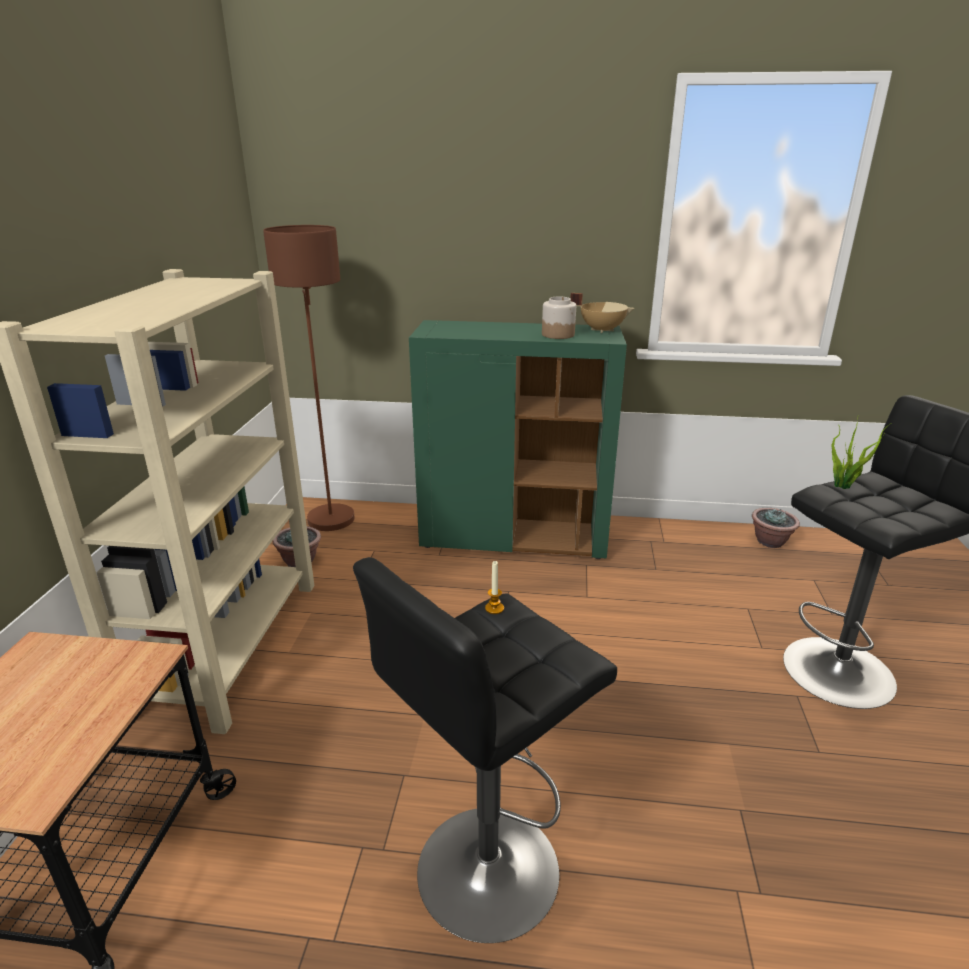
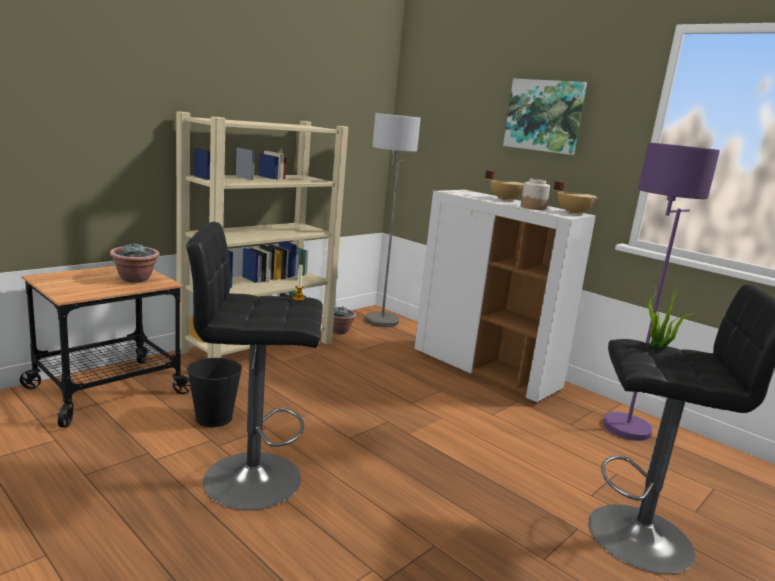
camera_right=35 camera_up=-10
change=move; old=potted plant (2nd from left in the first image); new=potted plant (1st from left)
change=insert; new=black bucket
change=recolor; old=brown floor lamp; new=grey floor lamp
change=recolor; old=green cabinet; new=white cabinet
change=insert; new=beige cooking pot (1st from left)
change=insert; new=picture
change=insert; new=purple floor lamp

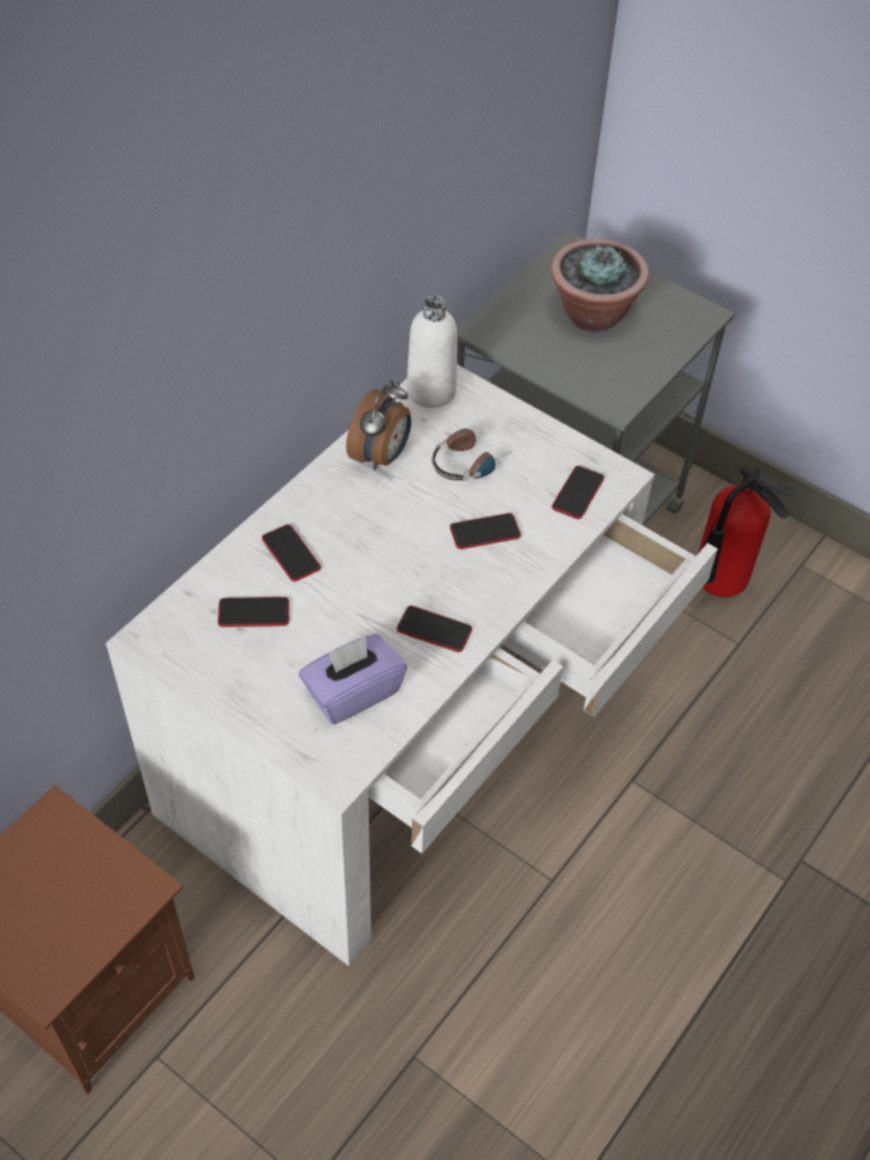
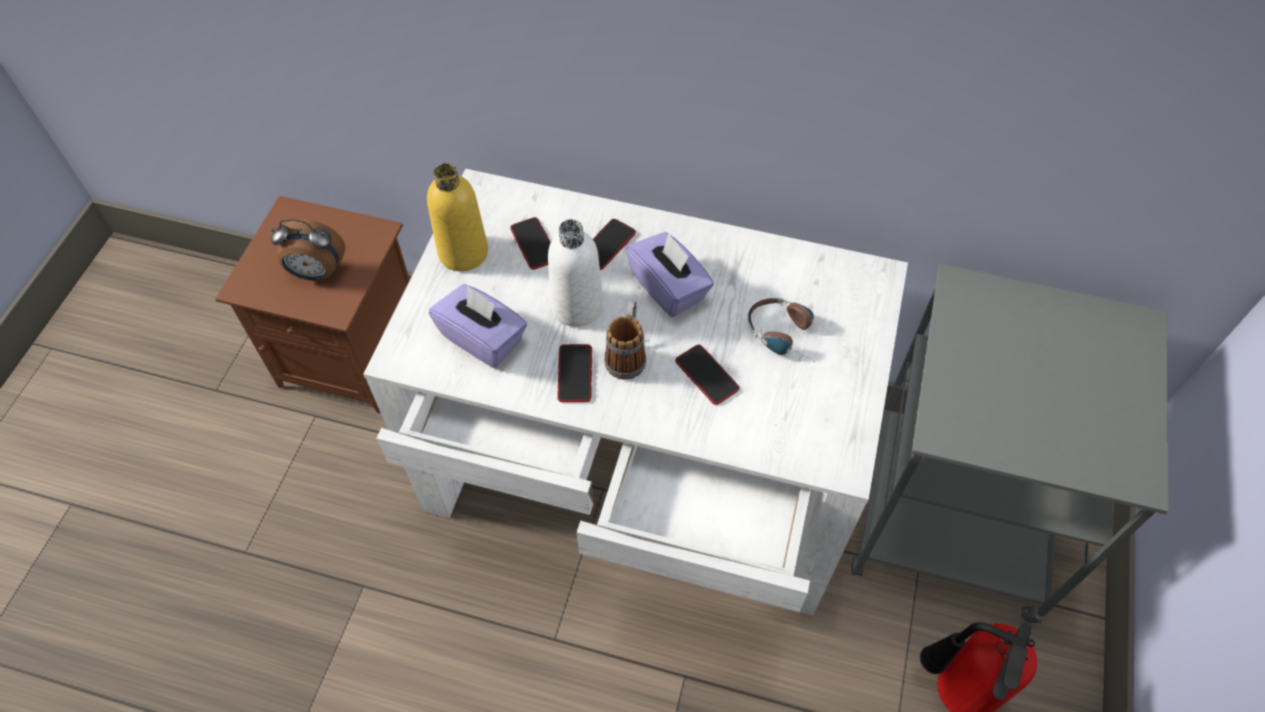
camera_right=70 camera_up=5
change=move; old=alarm clock
change=insert; new=yellow bottle
change=move; old=white bottle
change=insert; new=mug
change=insert; new=purple tissue box (2nd from left)
change=delete; old=potted plant
change=delete; old=phone (5th from left)

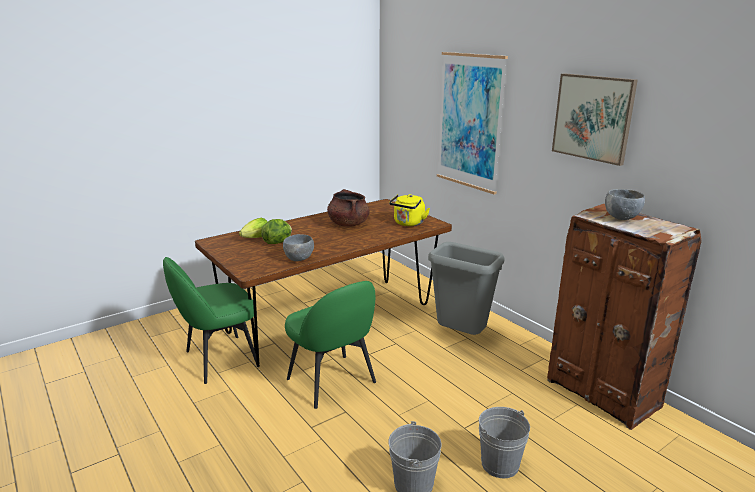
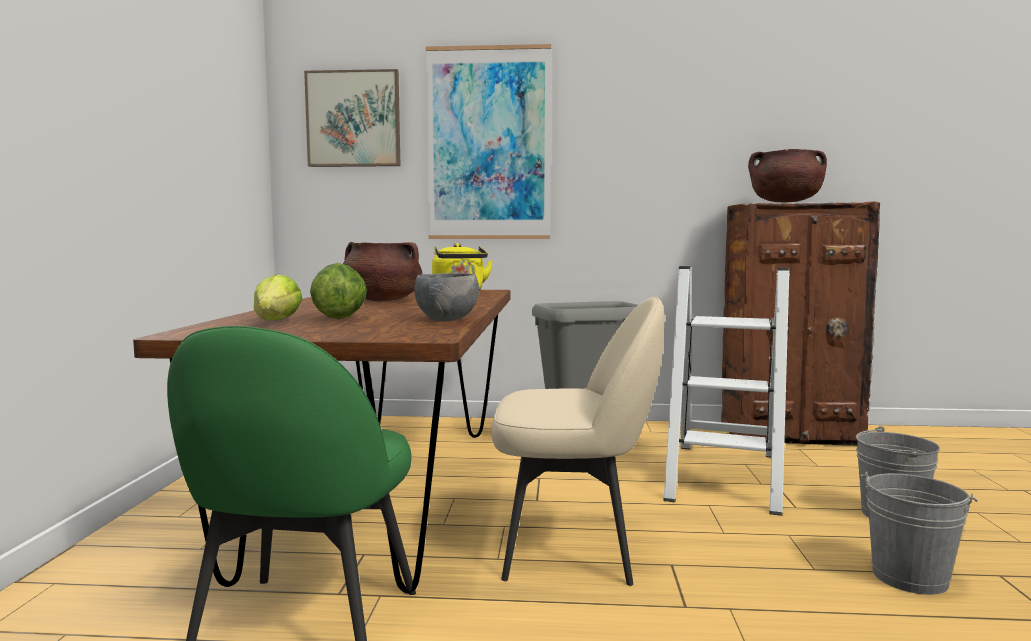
camera_right=-50 camera_up=-15
change=move; old=picture (2nd from left in the first image); new=picture (1st from left)
change=recolor; old=green chair (2nd from left); new=beige chair
change=insert; new=white step ladder
change=replace; old=grey bowl (2nd from left); new=brown cooking pot (2nd from left)

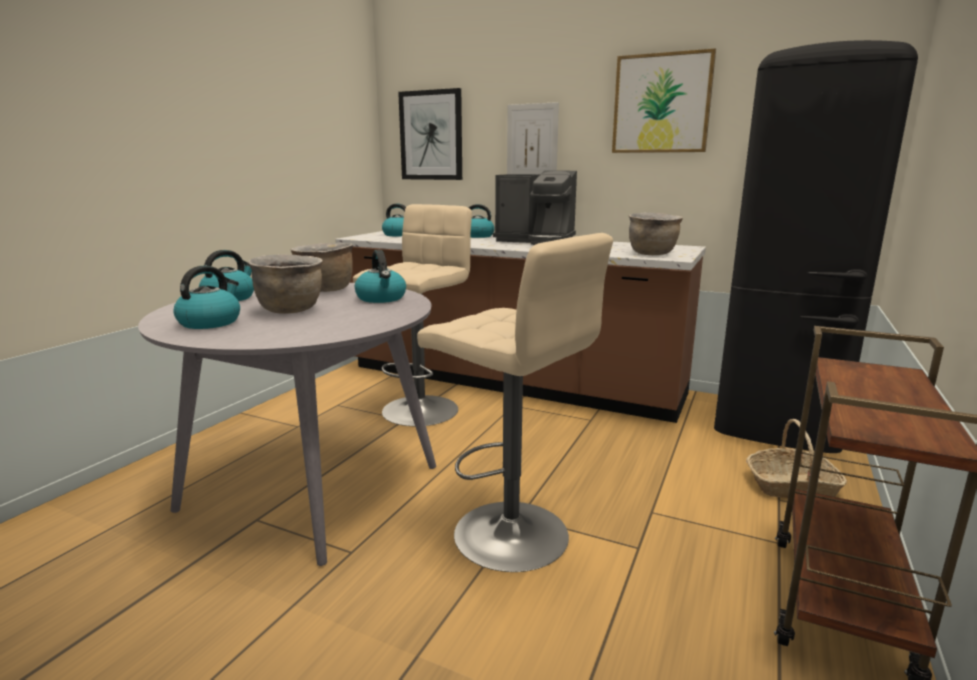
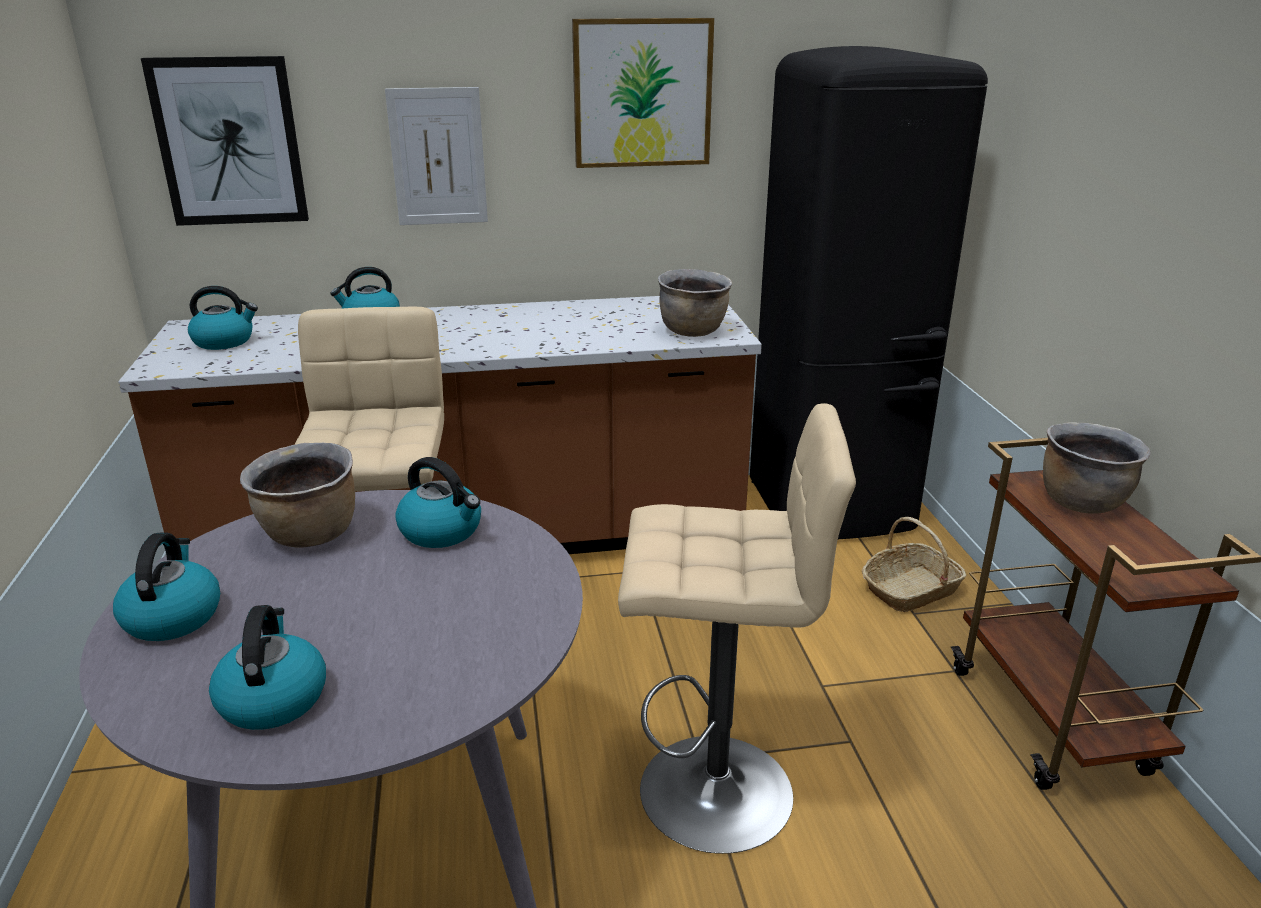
camera_right=-35 camera_up=10
change=move; old=brown cooking pot (1st from left in the first image); new=brown cooking pot (3rd from left)
change=delete; old=coffee machine

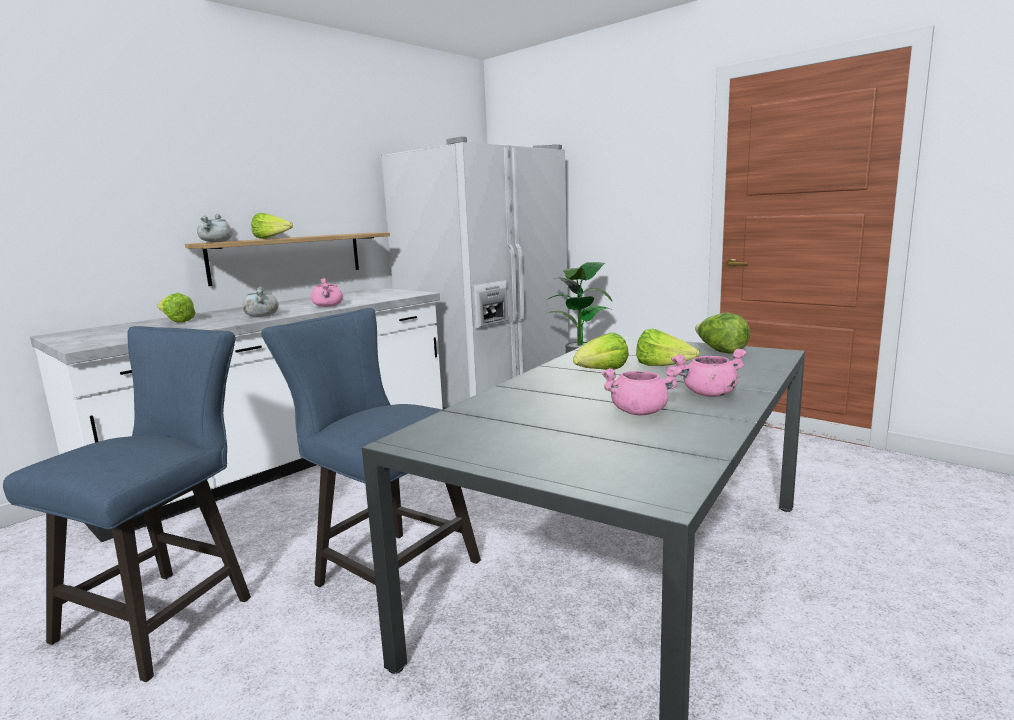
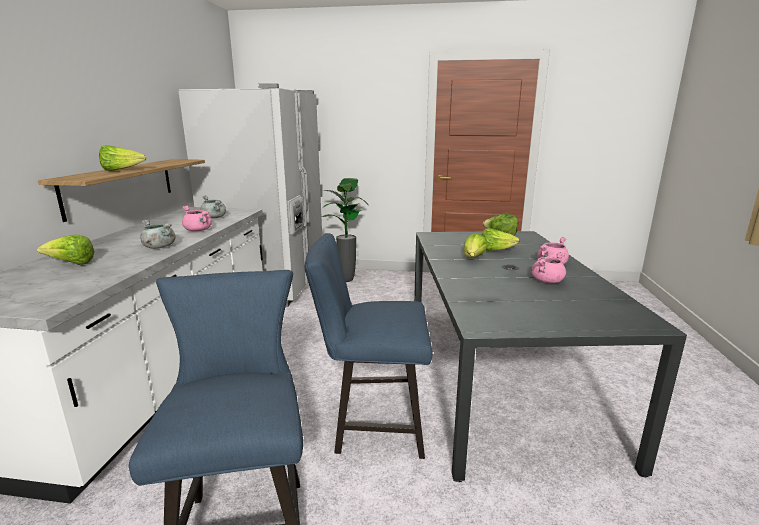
camera_right=-35 camera_up=5
change=move; old=grey cooking pot (1st from left in the first image); new=grey cooking pot (2nd from left)

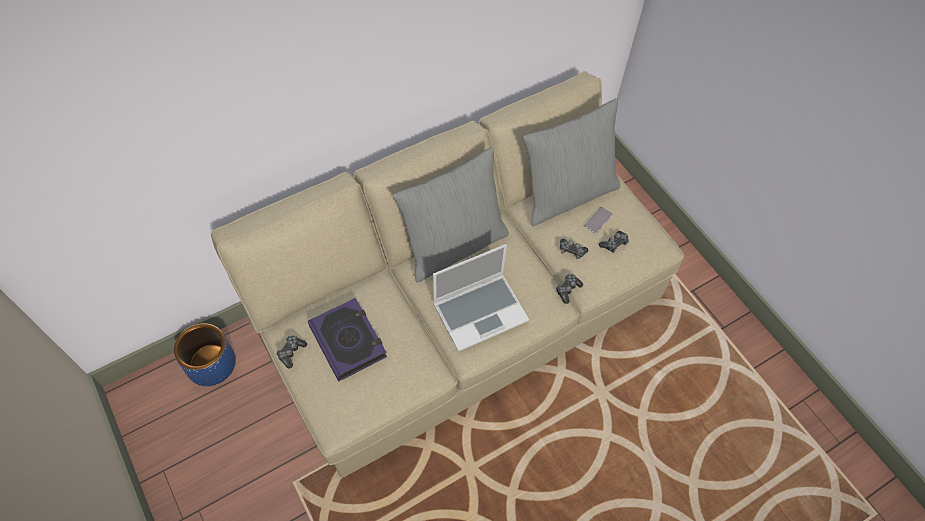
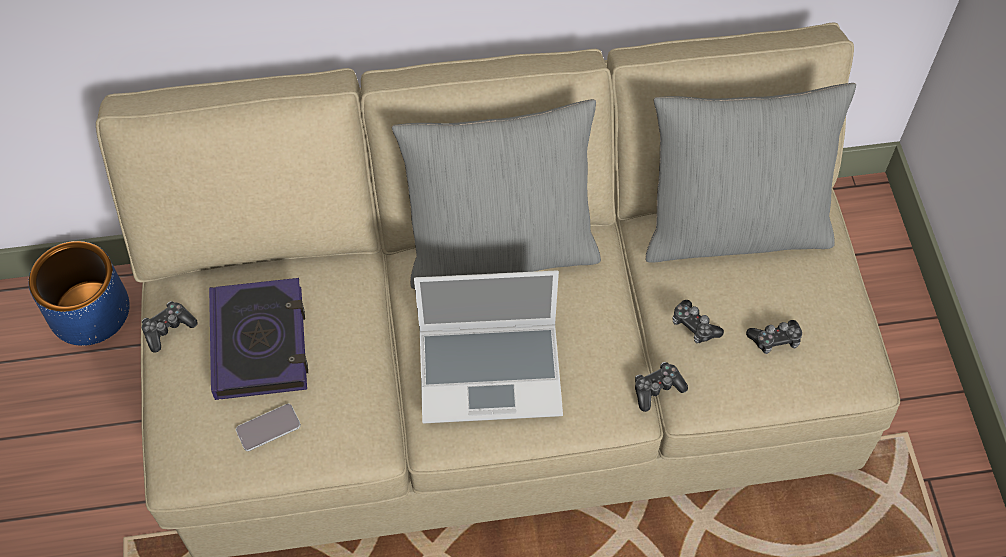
camera_right=25 camera_up=0
change=move; old=phone

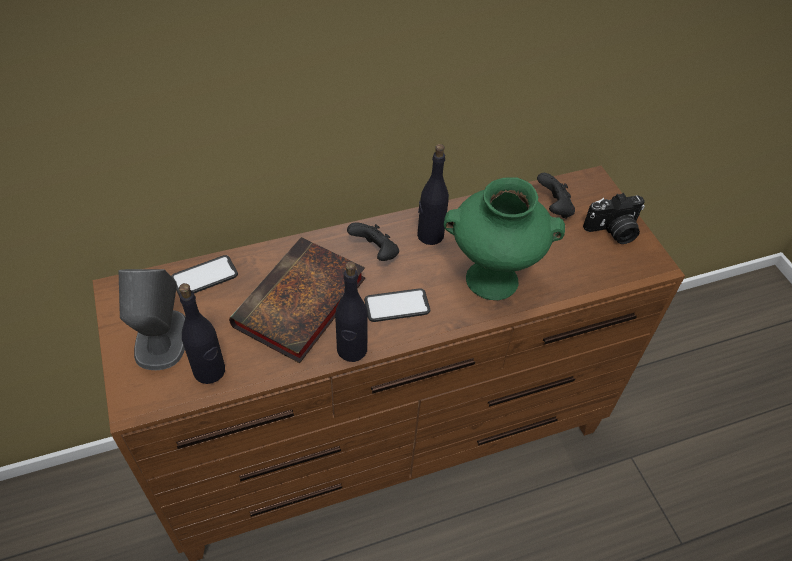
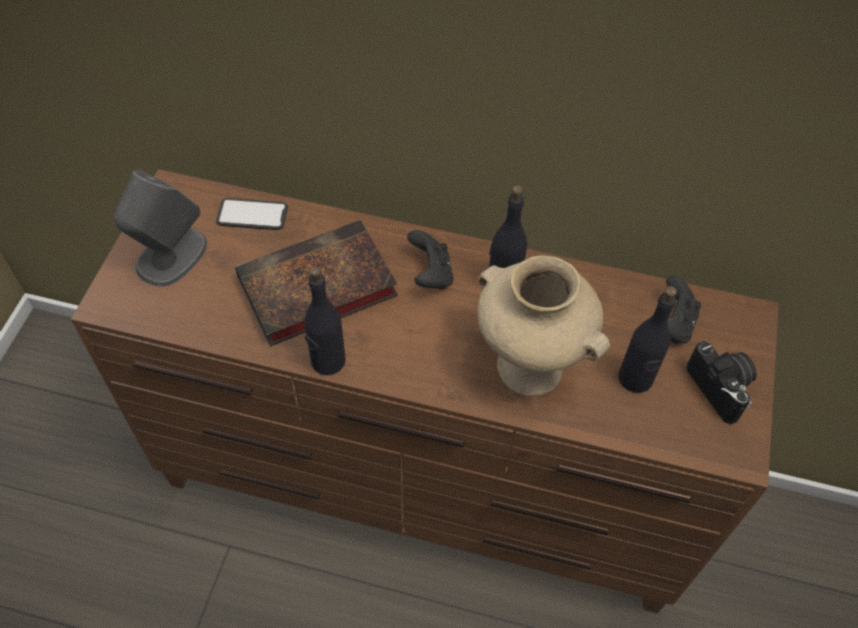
camera_right=35 camera_up=5
change=recolor; old=green vase; new=beige vase
change=move; old=black bottle (1st from left in the first image); new=black bottle (3rd from left)
change=rotate; old=photo camera; degrees=-135
change=delete; old=phone (2nd from left)

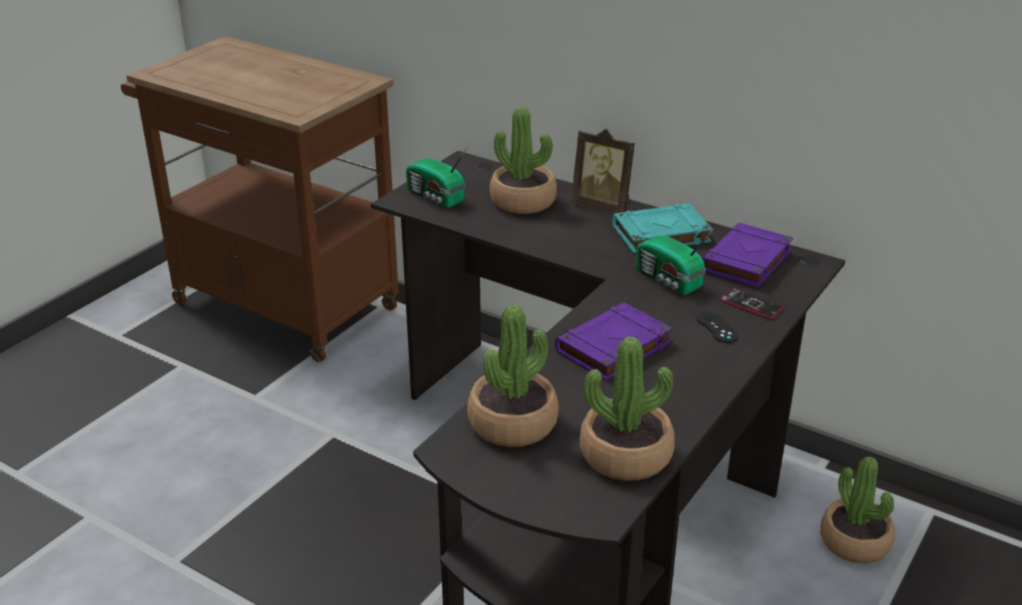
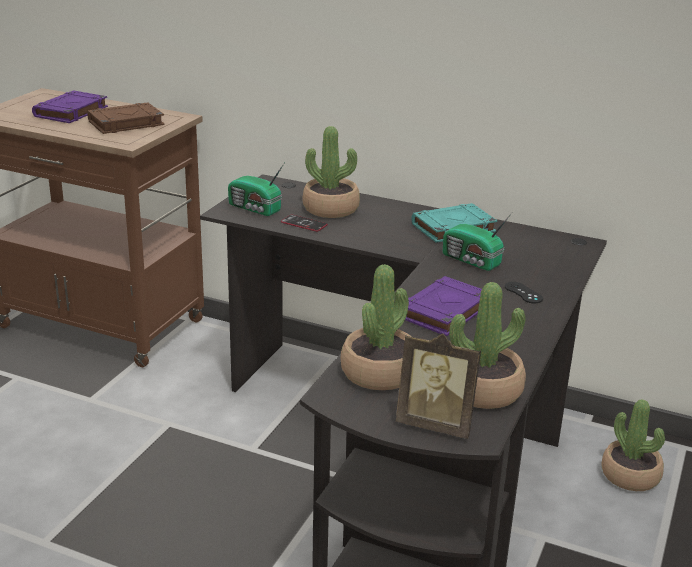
camera_right=-10 camera_up=-5
change=move; old=purple book (2nd from left in the first image); new=purple book (1st from left)
change=insert; new=brown book
change=move; old=phone
change=move; old=picture frame

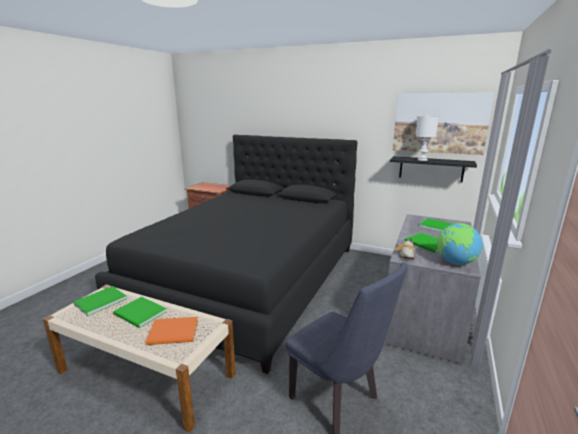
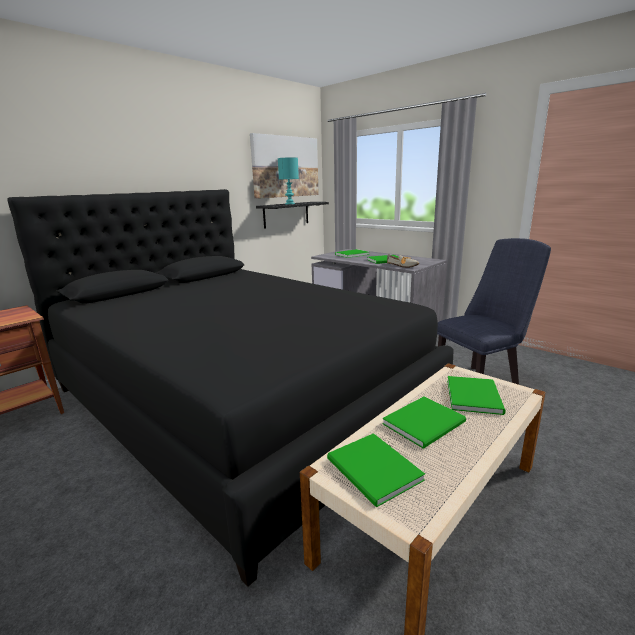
camera_right=-70 camera_up=0
change=recolor; old=white table lamp; new=turquoise table lamp
change=recolor; old=orange book; new=green book (5th from left)
change=delete; old=globe

